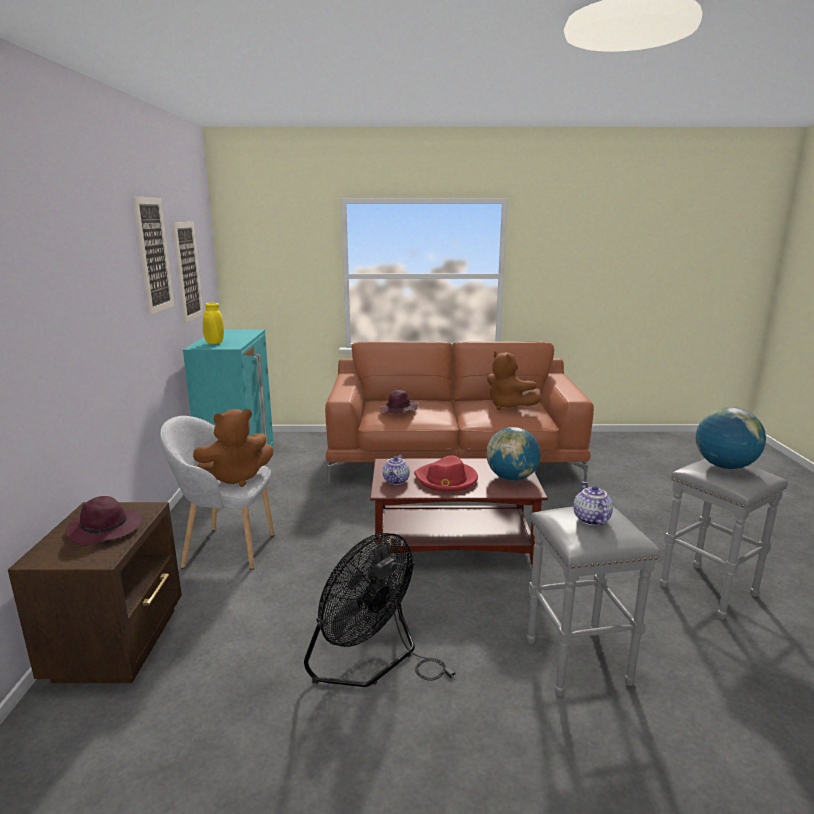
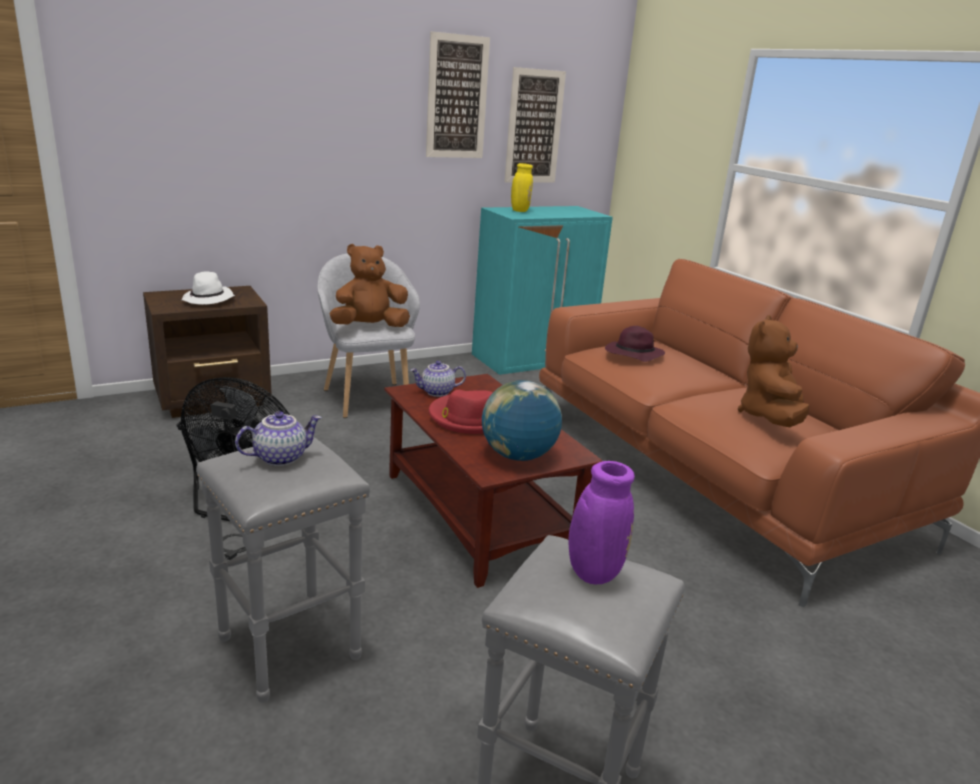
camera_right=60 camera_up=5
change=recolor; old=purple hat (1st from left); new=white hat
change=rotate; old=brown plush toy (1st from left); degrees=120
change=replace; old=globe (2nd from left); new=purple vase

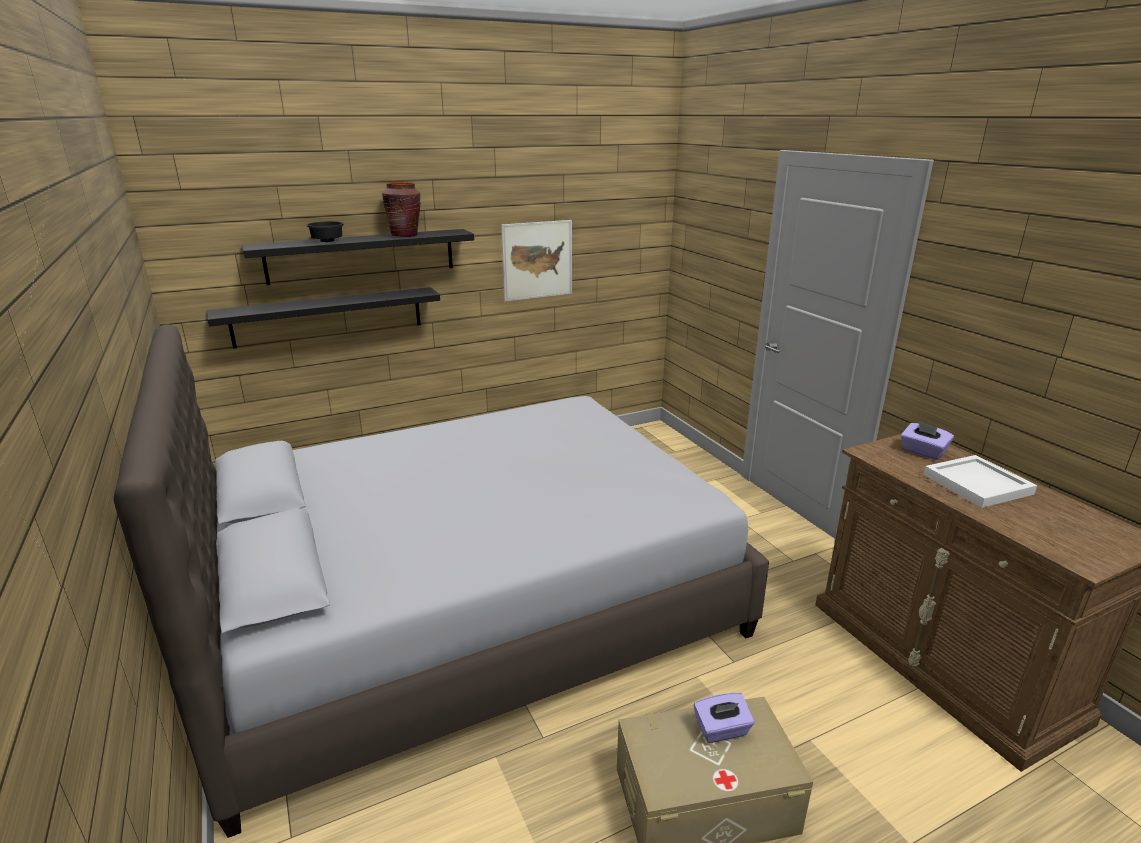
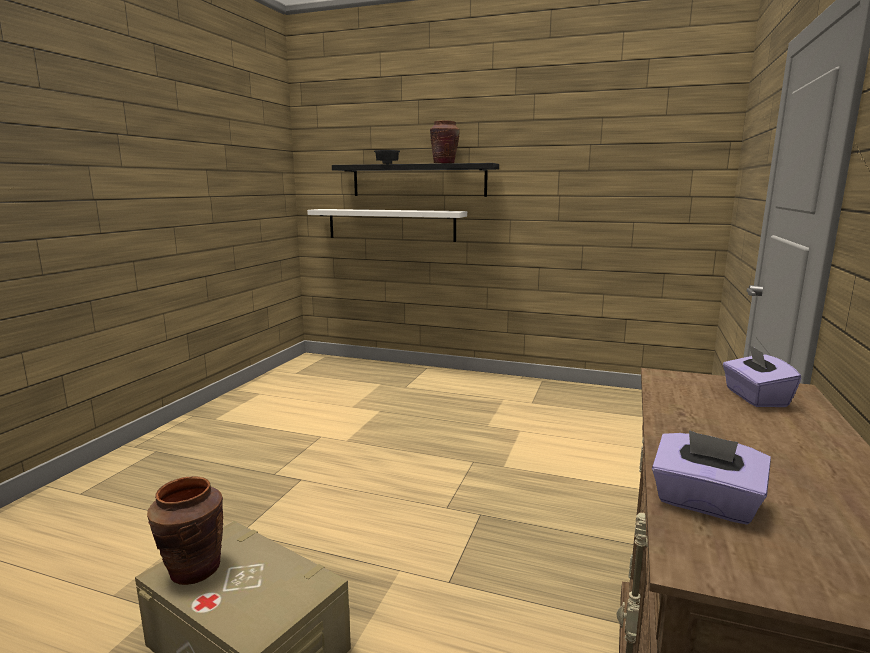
camera_right=45 camera_up=-10
change=insert; new=brown vase (1st from left)
change=recolor; old=black shelf (1st from left); new=white shelf
change=move; old=purple tissue box (1st from left)
change=delete; old=grey bed
change=delete; old=picture
change=delete; old=white tray

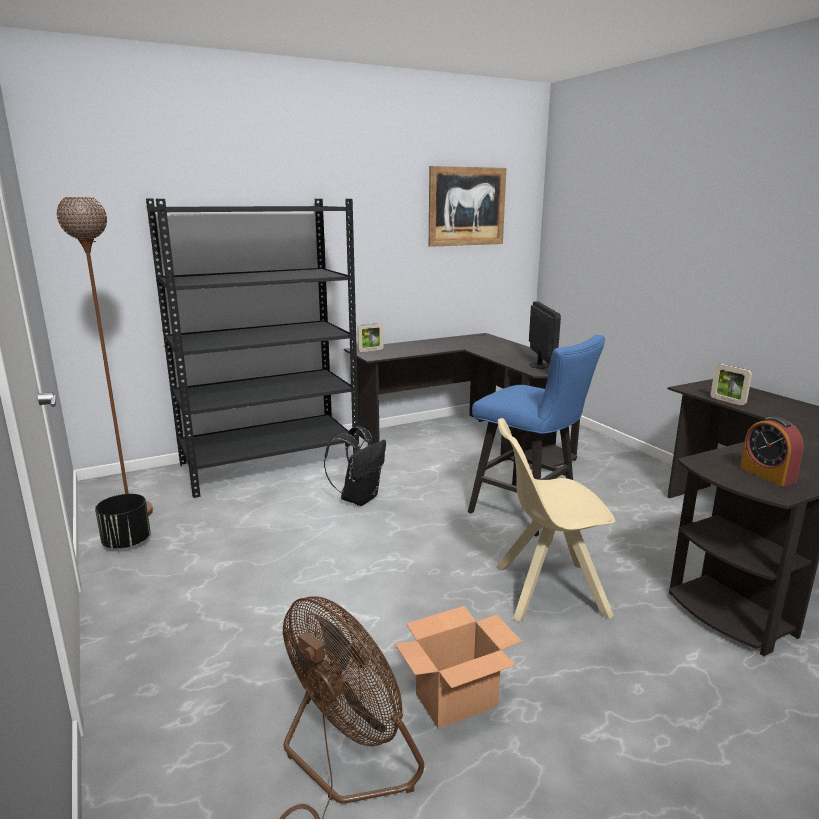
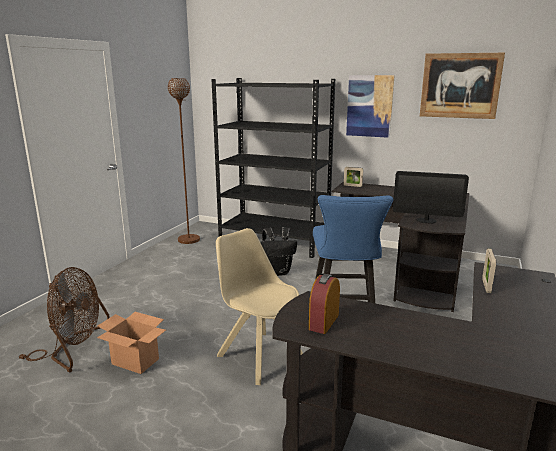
camera_right=50 camera_up=0
change=insert; new=picture (1st from left)
change=rotate; old=monitor; degrees=60
change=delete; old=black planter

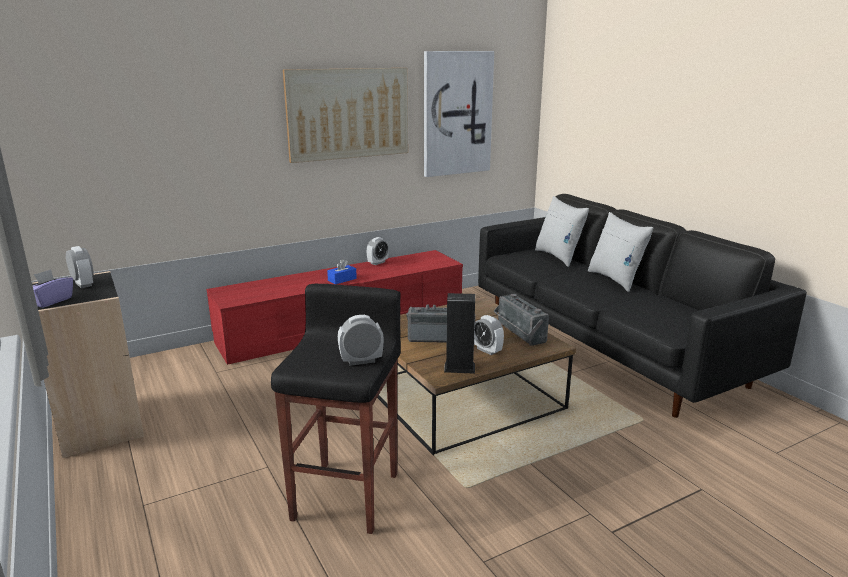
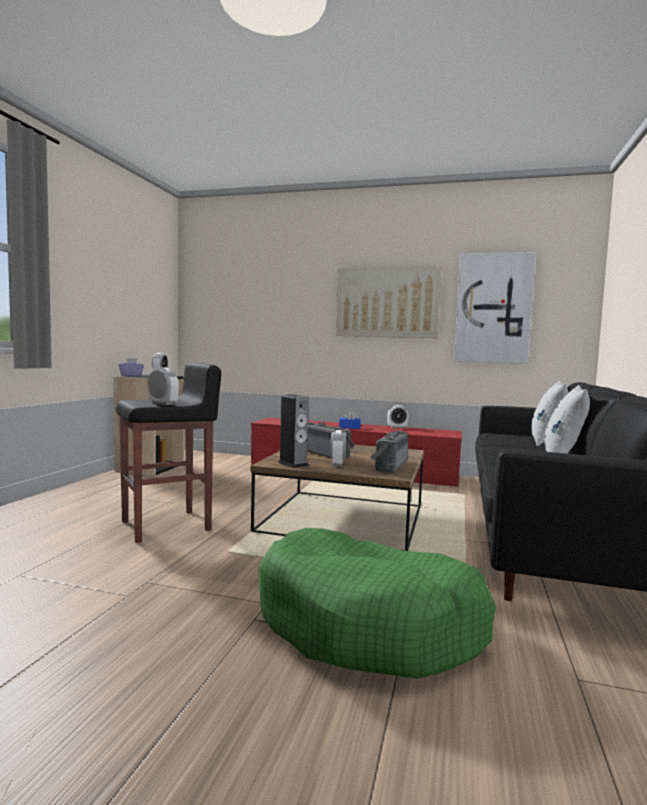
camera_right=45 camera_up=-15
change=insert; new=green dog bed

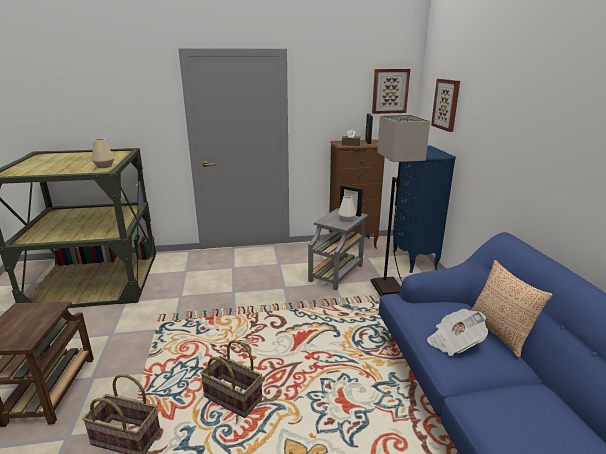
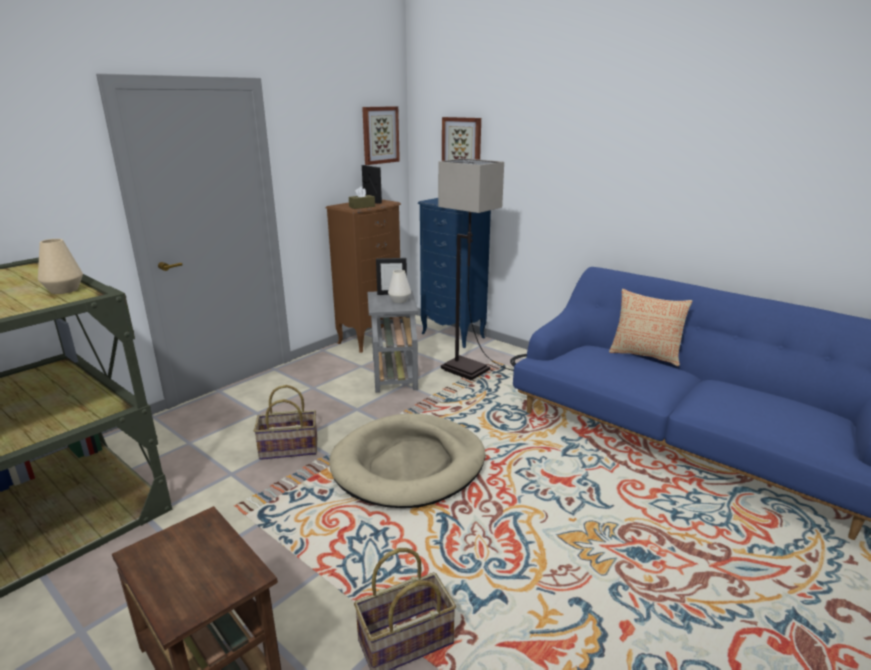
camera_right=-40 camera_up=0
change=move; old=basket (2nd from left in the first image); new=basket (1st from left)
change=insert; new=beige dog bed
change=delete; old=newspaper

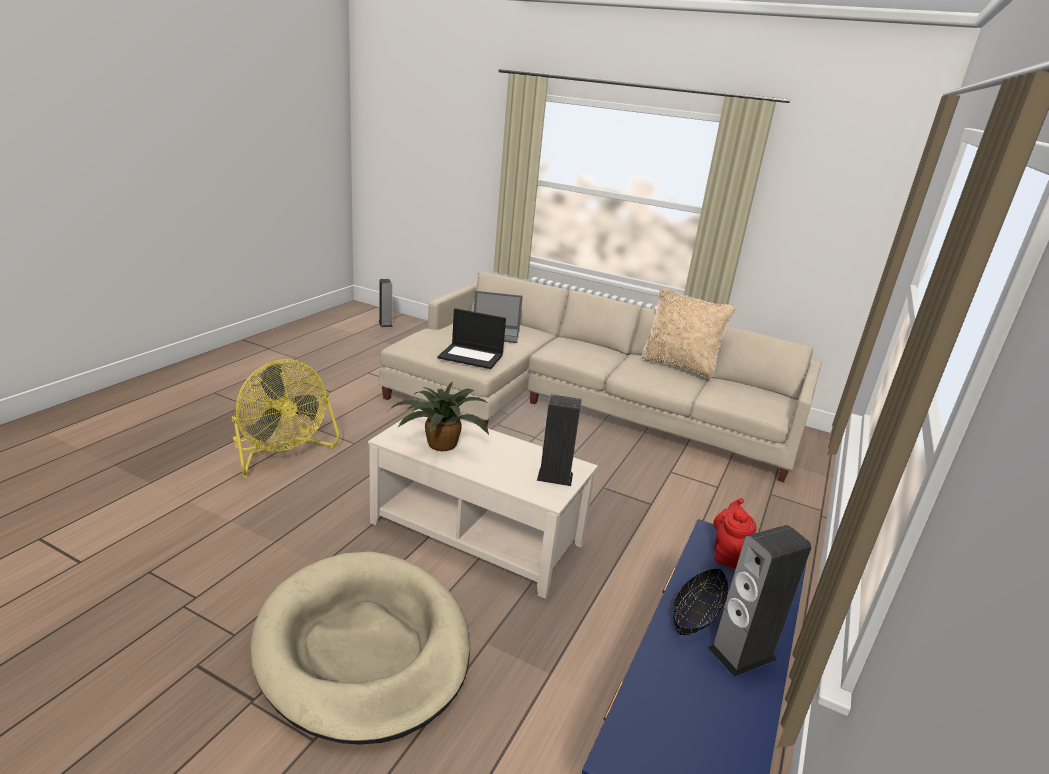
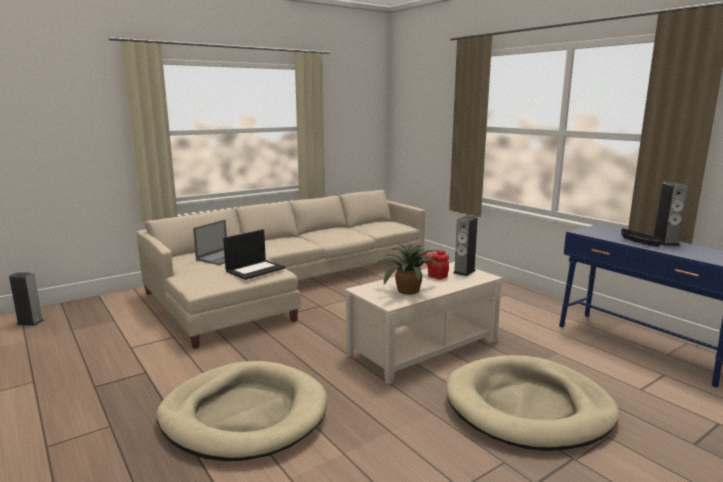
camera_right=-60 camera_up=-10
change=replace; old=yellow fan; new=beige dog bed (1st from left)
change=move; old=red teapot
change=delete; old=beige pillow

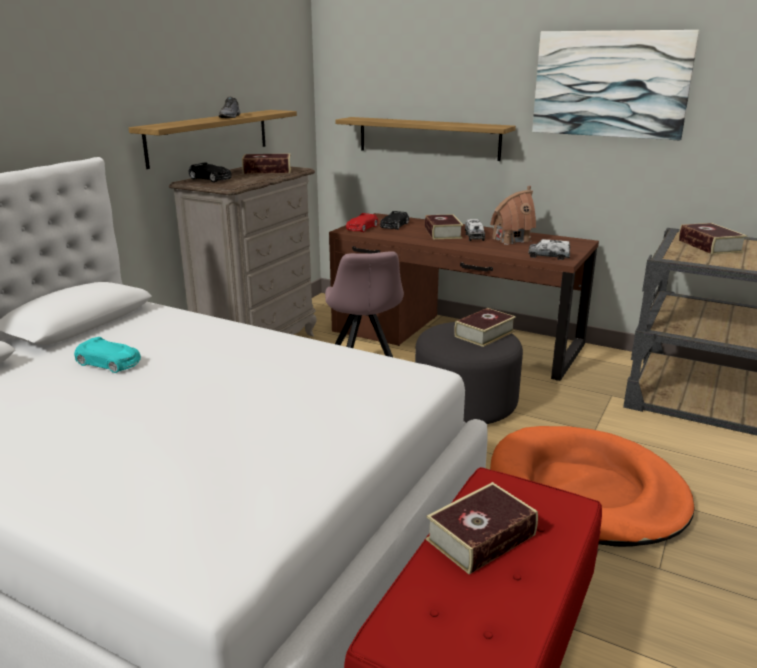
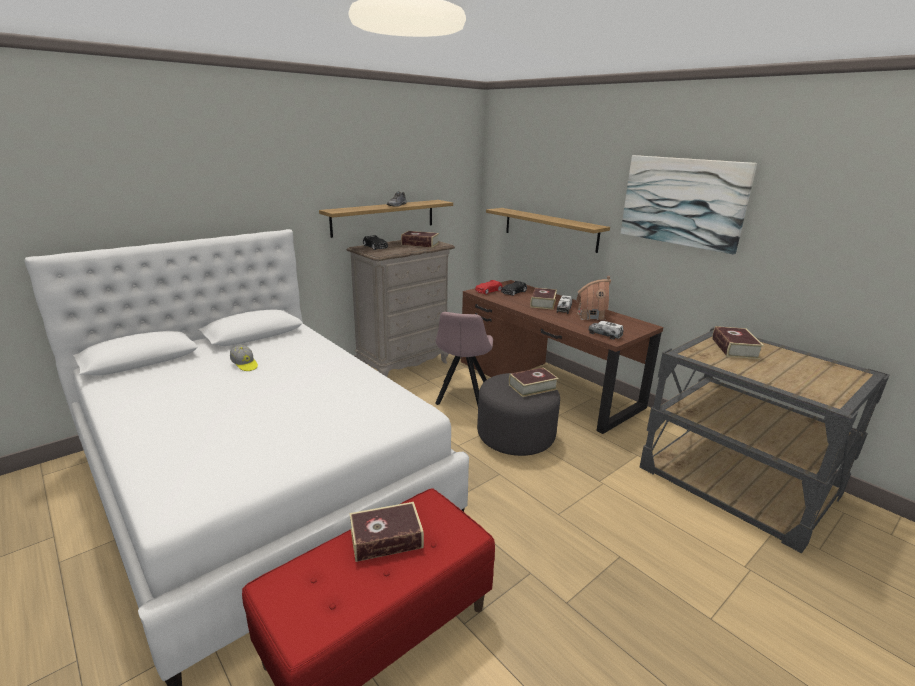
camera_right=20 camera_up=0
change=replace; old=turquoise toy car; new=cap
change=delete; old=orange dog bed

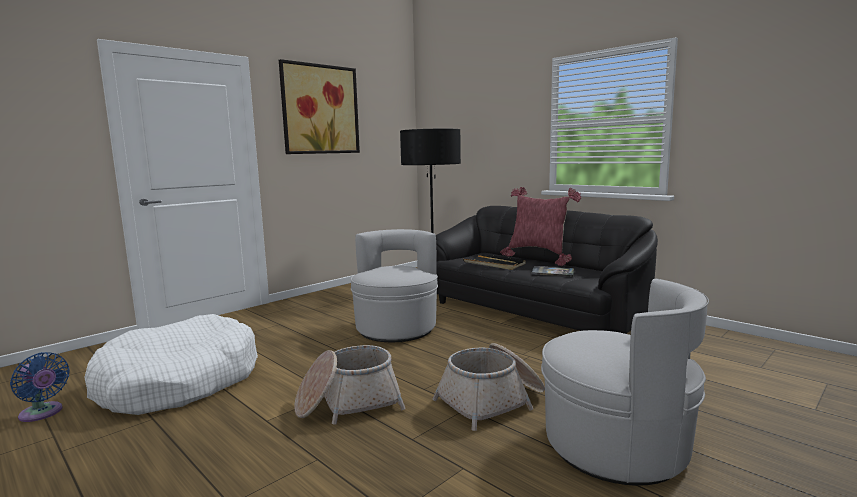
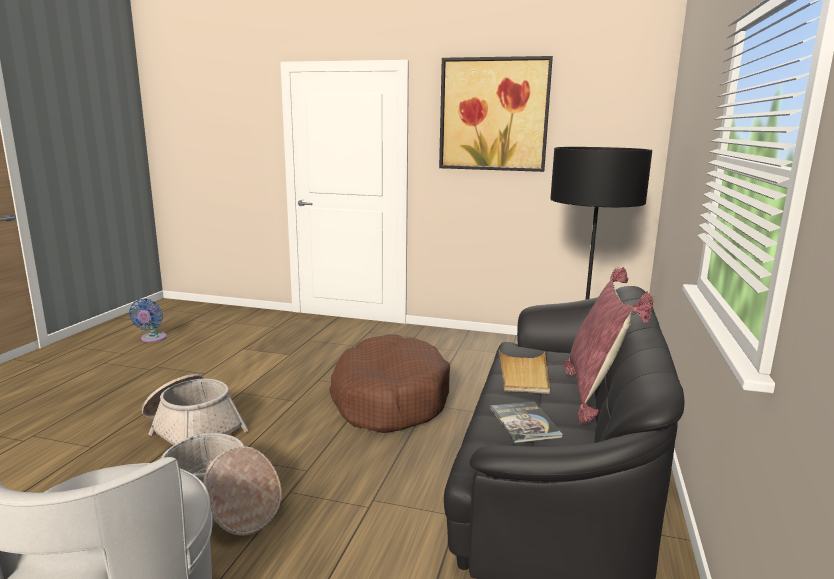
camera_right=60 camera_up=5
change=replace; old=white armchair (1st from left); new=brown dog bed
change=recolor; old=black tray; new=beige tray
change=delete; old=white dog bed

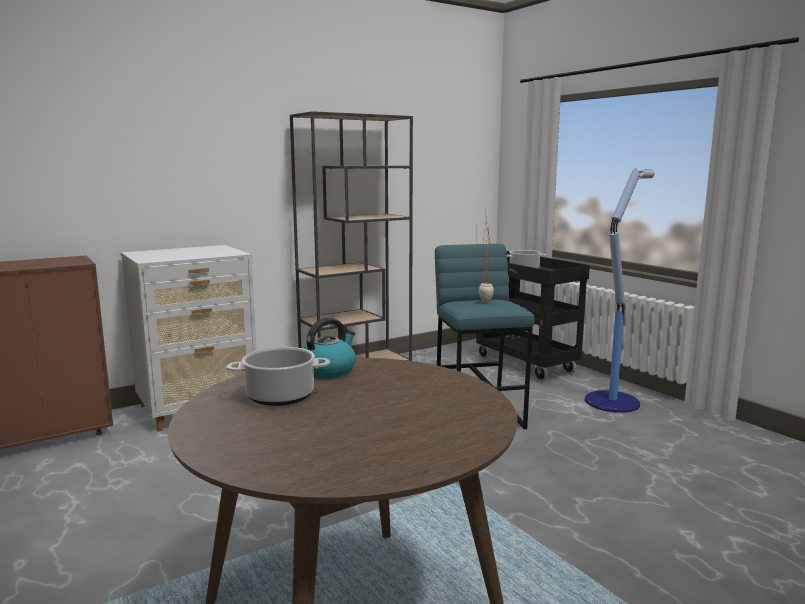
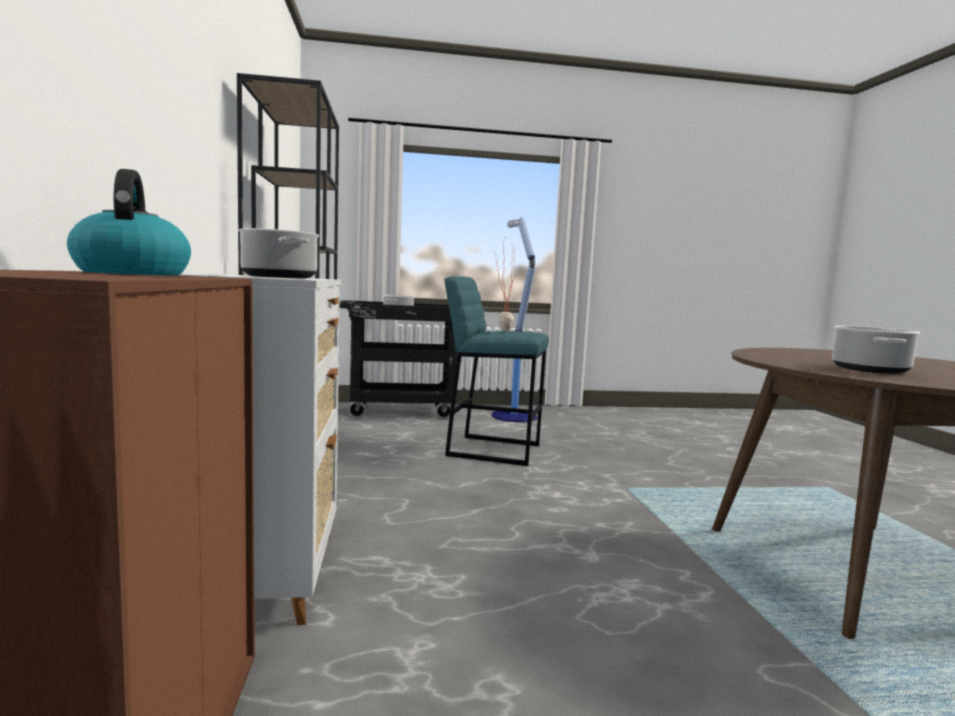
camera_right=-65 camera_up=-5
change=move; old=kettle
change=insert; new=cooking pot (1st from left)

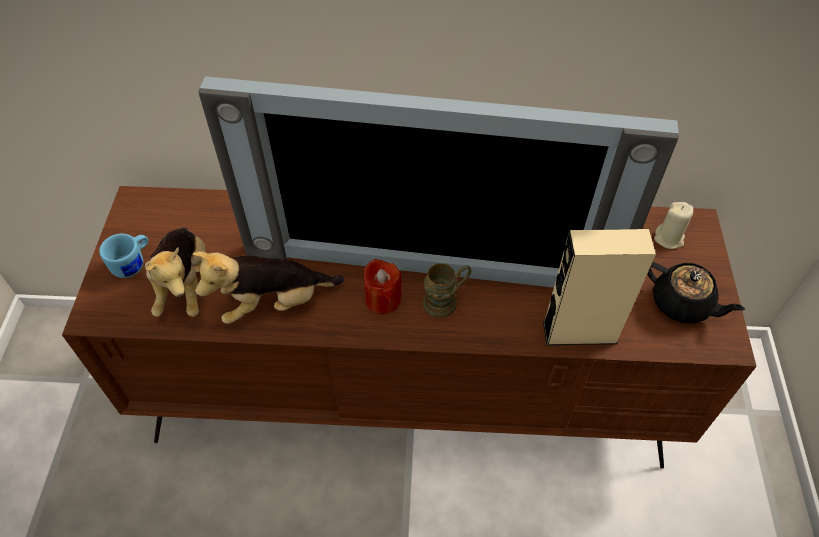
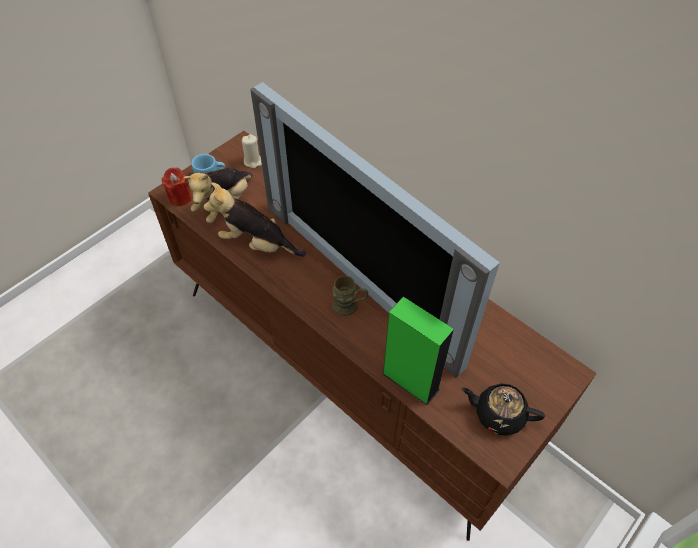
camera_right=40 camera_up=0
change=move; old=red candle
change=move; old=beige candle
change=recolor; old=beige speaker; new=green speaker
change=rotate; old=black teapot; degrees=120

